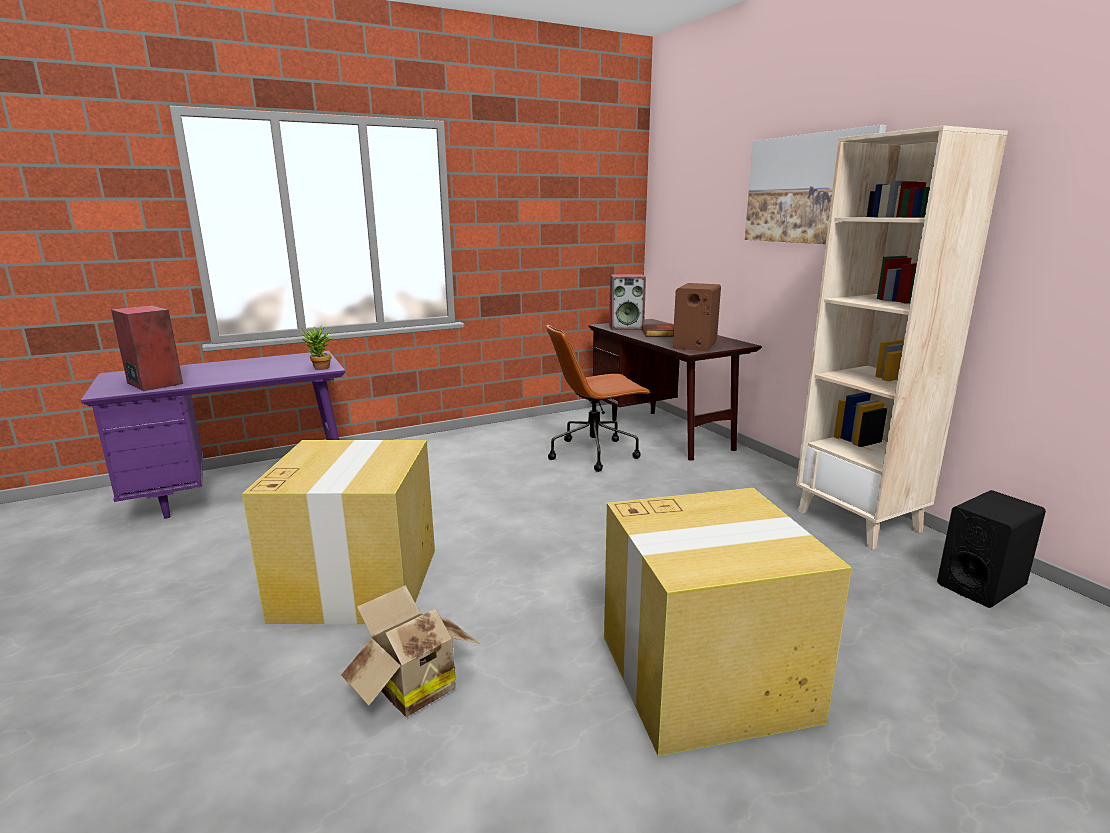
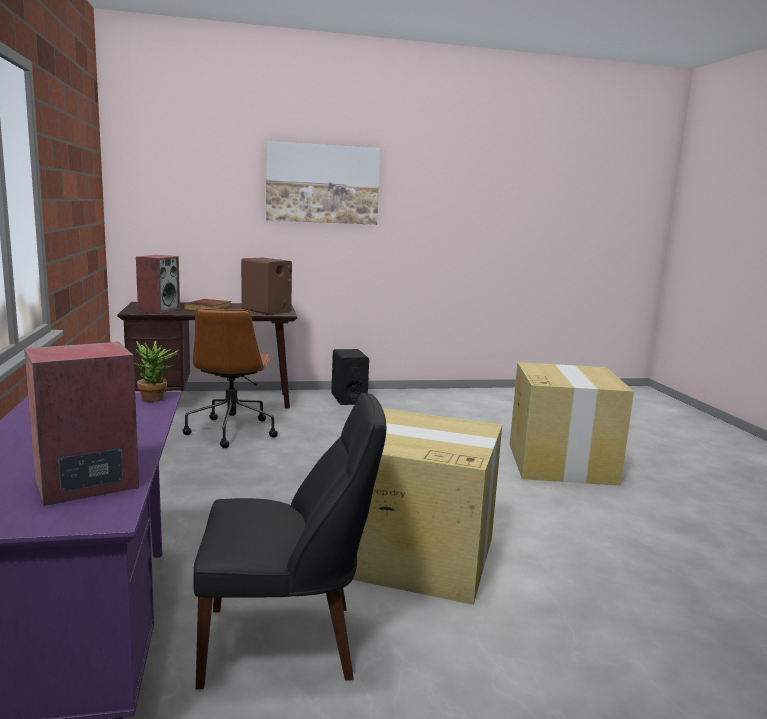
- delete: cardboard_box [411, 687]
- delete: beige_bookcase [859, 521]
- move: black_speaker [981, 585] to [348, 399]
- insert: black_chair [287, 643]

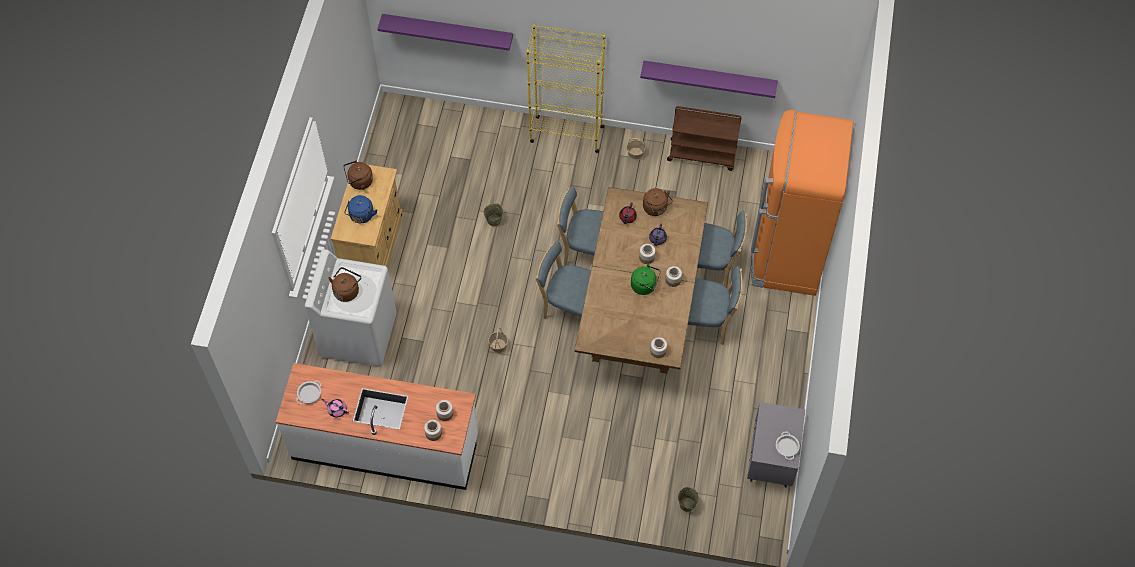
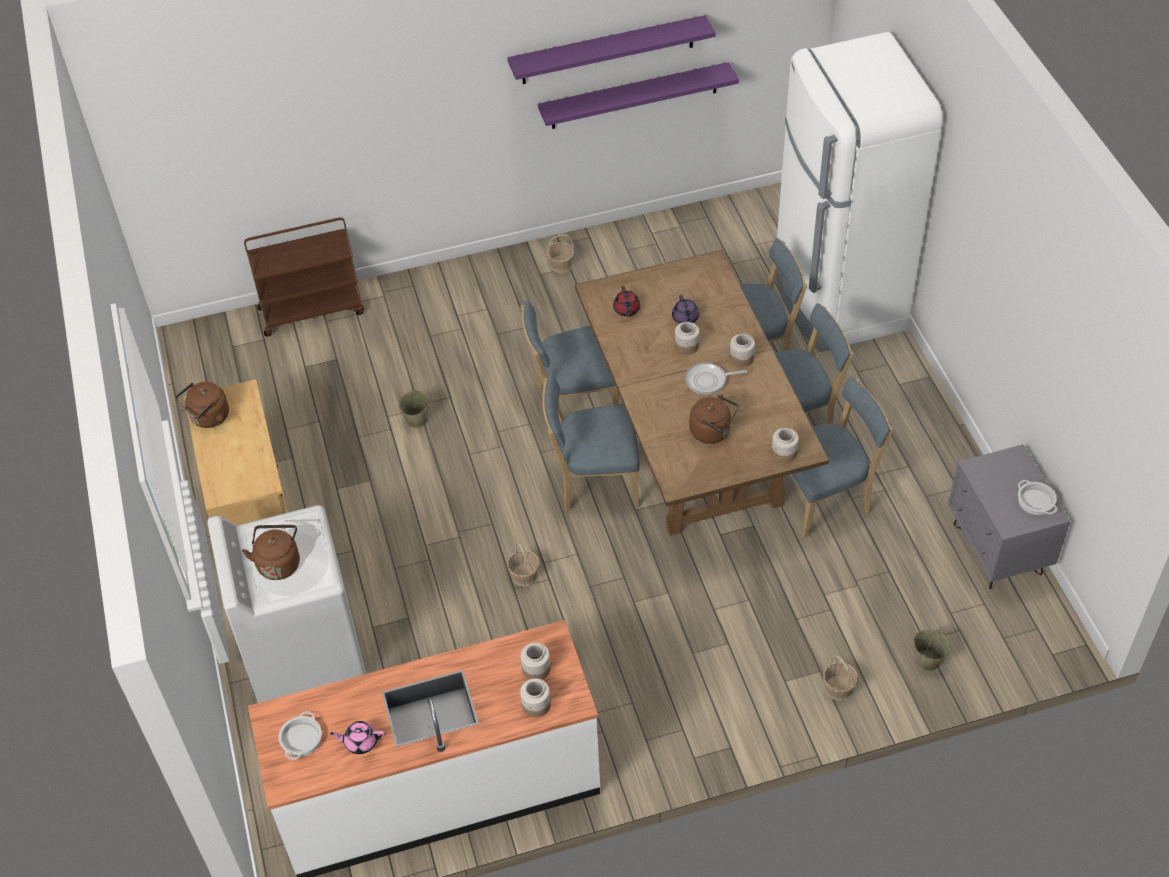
- delete: blue_kettle [361, 216]
- move: purple_shelf [448, 30] to [607, 50]
- delete: yellow_bookcase [566, 134]
- replace: green_kettle [645, 286] to frying_pan [708, 381]
- move: brown_kettle [656, 208] to [712, 432]
- move: brown_cart [702, 154] to [312, 310]
- recolor: orange_fridge [786, 255] to white_fridge [837, 299]
- insert: blue_chair [825, 498]
- insert: basket [838, 688]

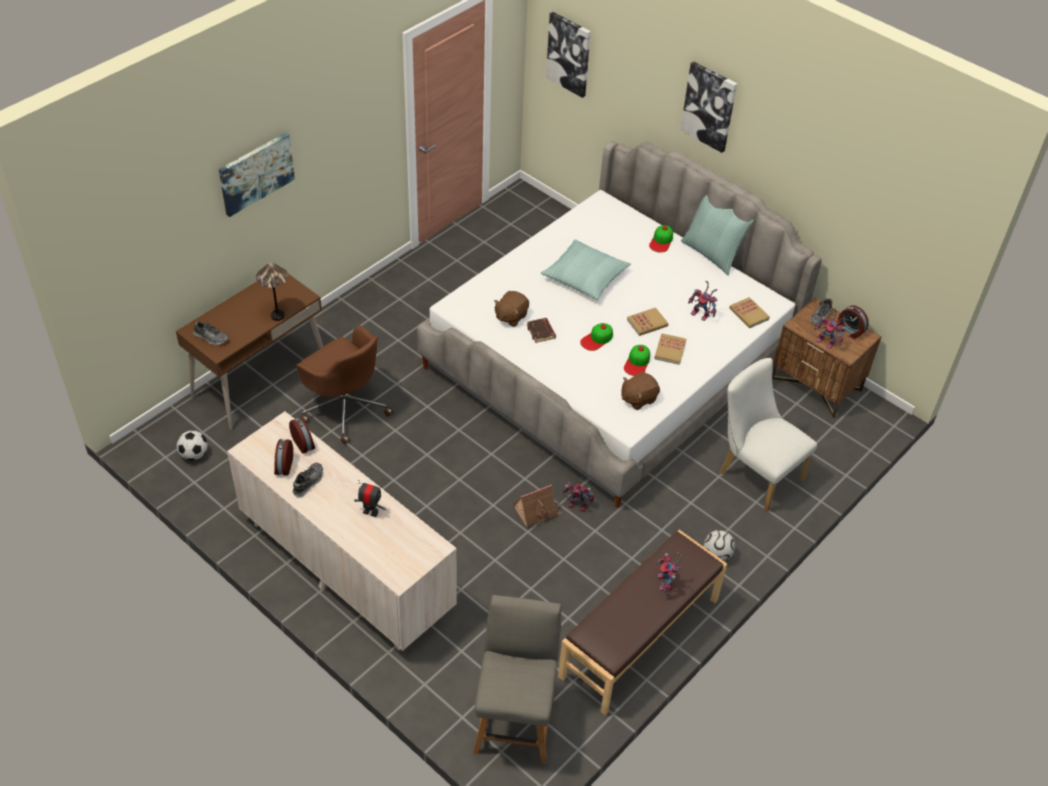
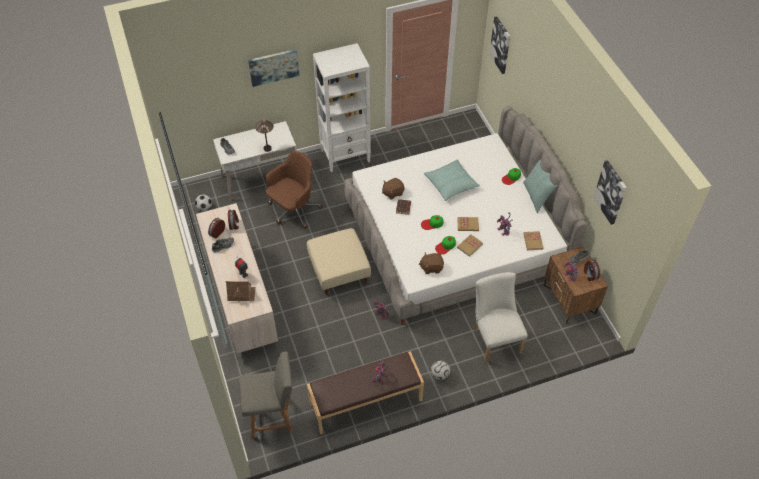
- recolor: brown_desk [260, 380] to white_desk [260, 179]
- rotate: brown_office_chair [345, 407] = [293, 210] 120 degrees counterclockwise
- rotate: grey_chair [515, 722] = [272, 416] 45 degrees clockwise
- move: toy_house [537, 511] to [241, 294]
- move: picture [709, 106] to [611, 192]
- insert: beige_ottoman [339, 271]
- insert: white_bookcase [346, 156]

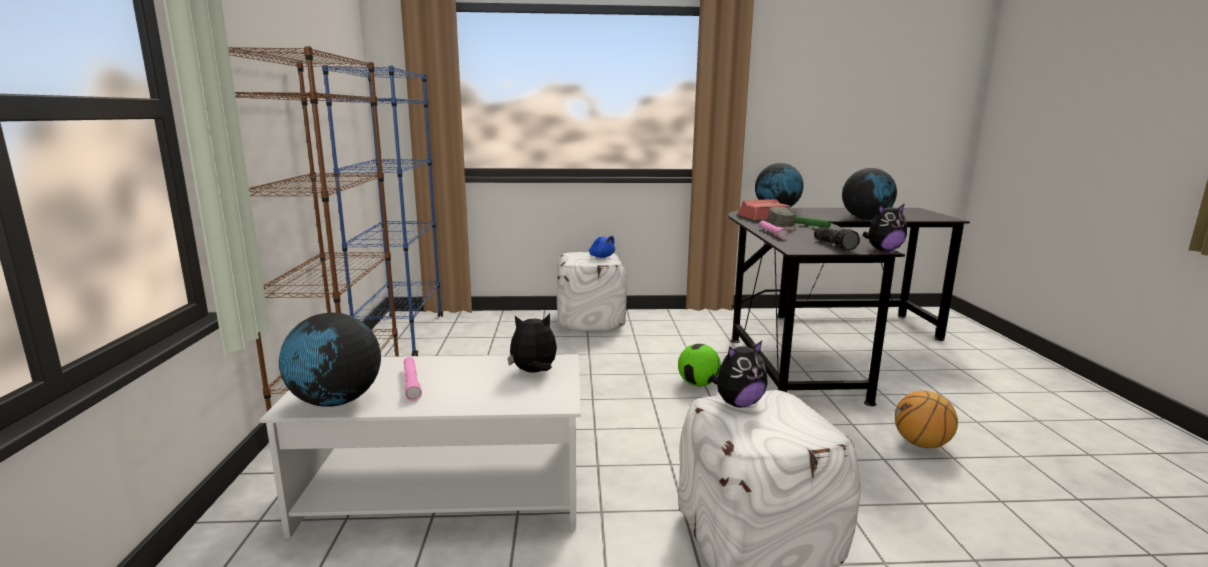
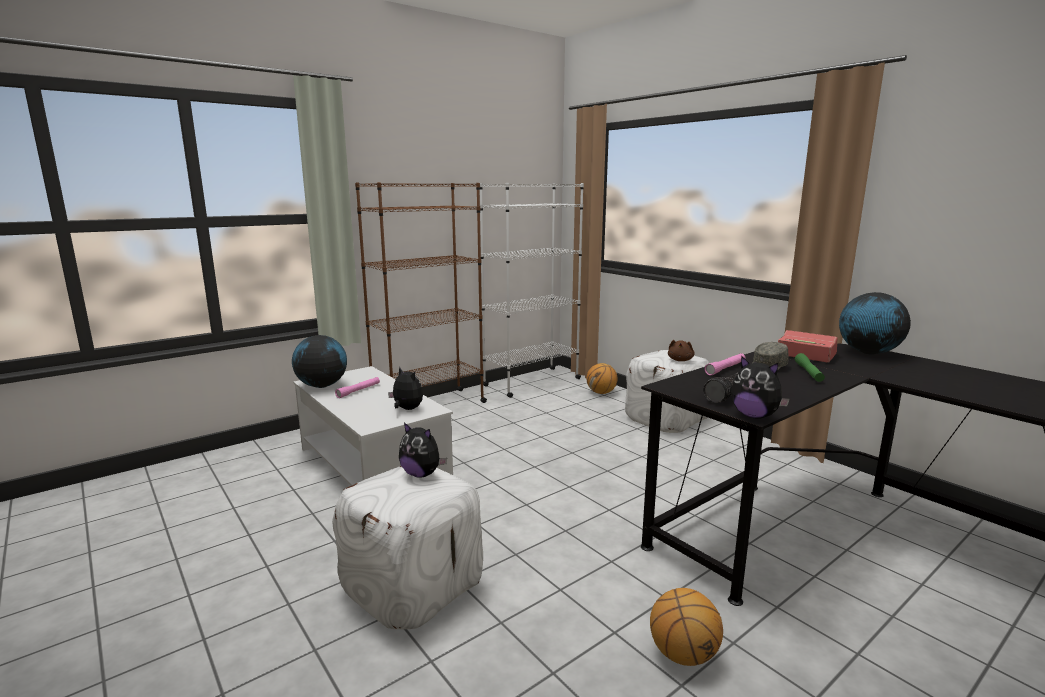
- recolor: blue_bookcase [402, 335] to white_bookcase [531, 382]
- recolor: blue_plush_toy [601, 257] to brown_plush_toy [680, 360]
- delete: football [698, 384]
- delete: globe [866, 218]
- insert: basketball [601, 393]

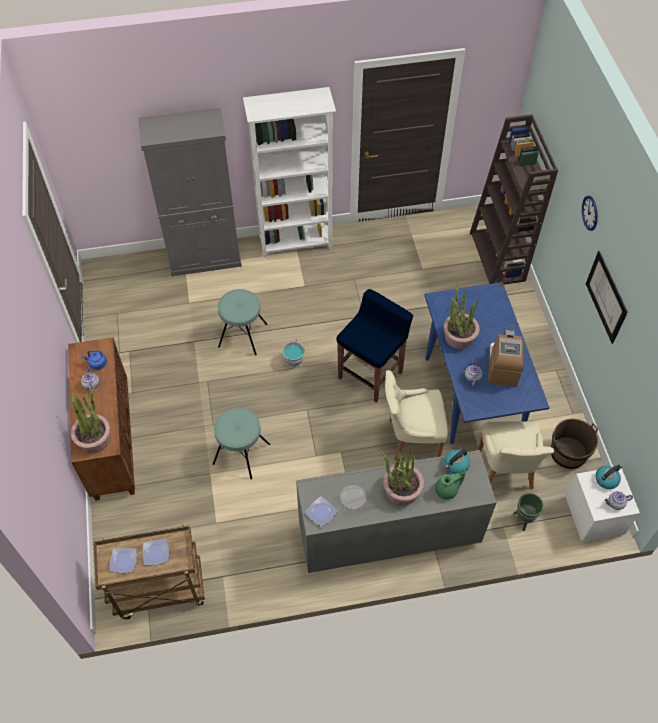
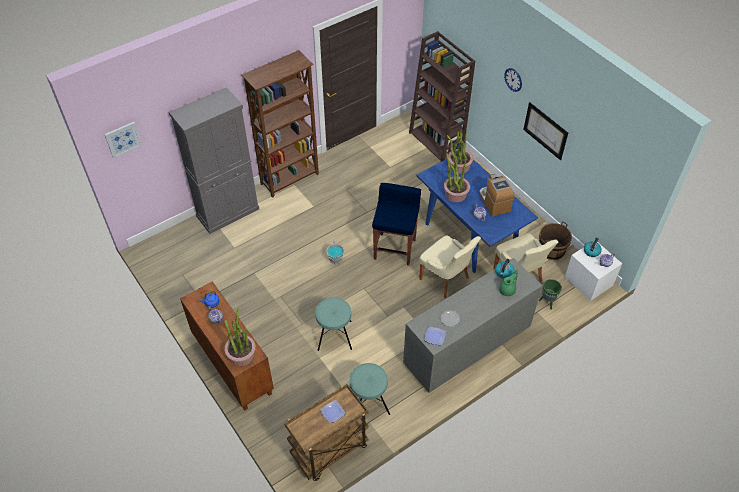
- delete: plate [123, 560]
- move: turquoise_stool [243, 335] to [368, 401]
- recolor: white_bookcase [296, 243] to brown_bookcase [290, 179]
- move: potted_plant [401, 490] to [459, 166]
- rotate: beige_chair [411, 438] = [446, 279] 105 degrees counterclockwise
- insert: picture [123, 139]

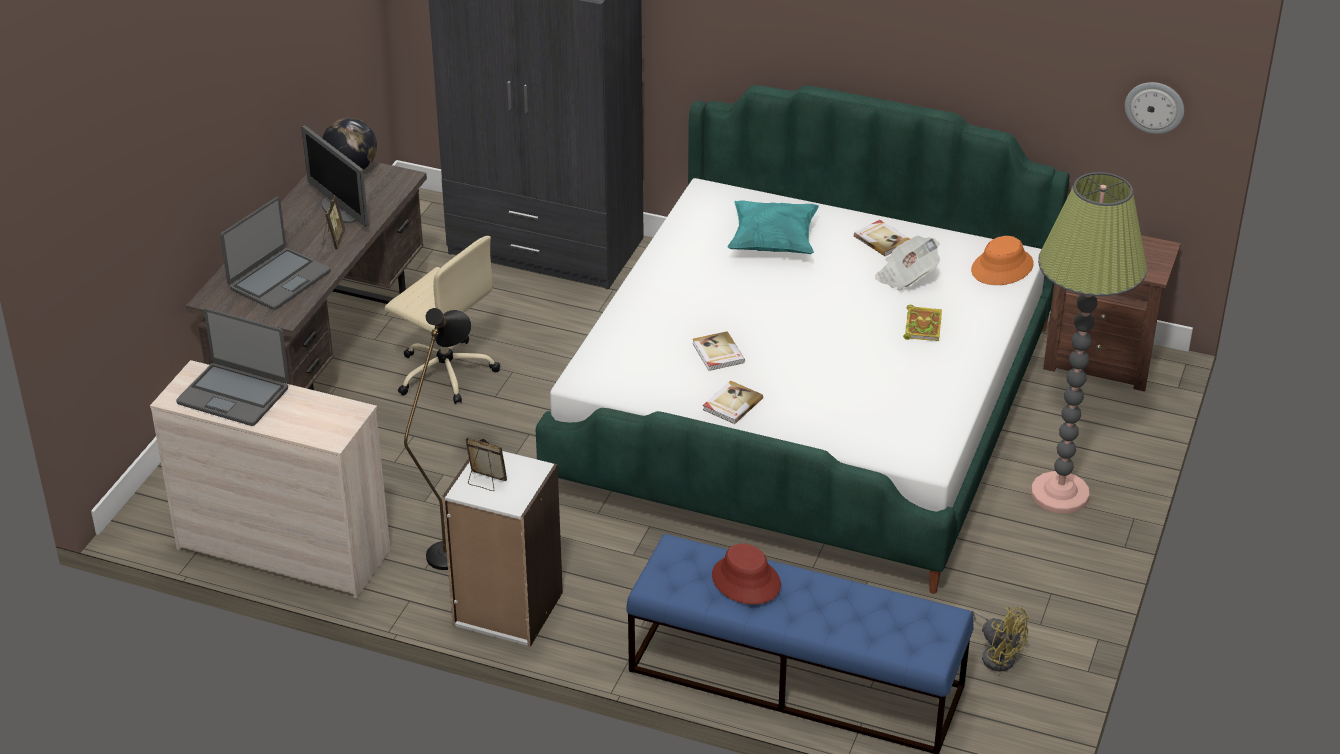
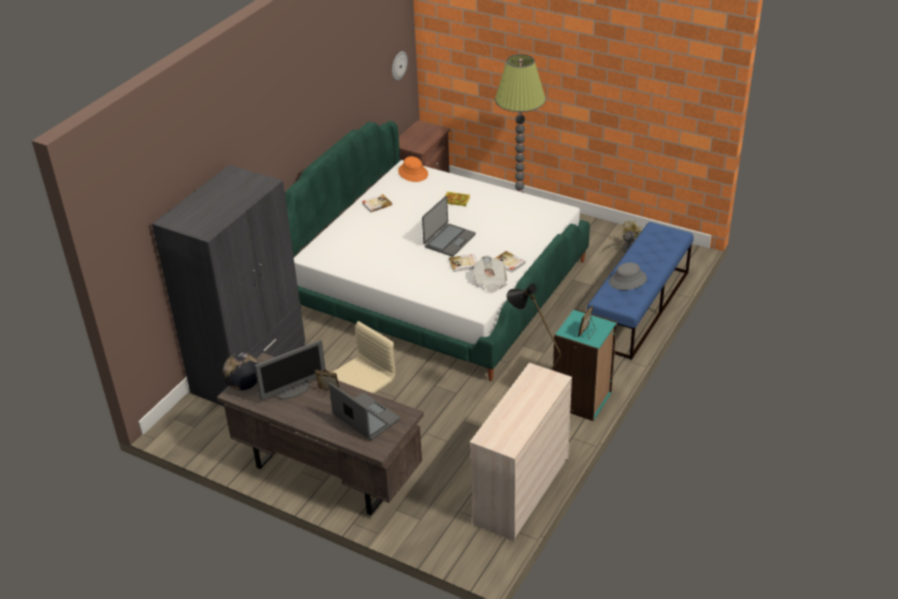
- move: laptop [234, 395] to [449, 240]
- recolor: white_bookcase [507, 609] to turquoise_bookcase [582, 400]
- recolor: red_hat [745, 581] to grey_hat [627, 280]
- delete: turquoise_pillow [773, 243]
- move: newspaper [906, 276] to [490, 282]

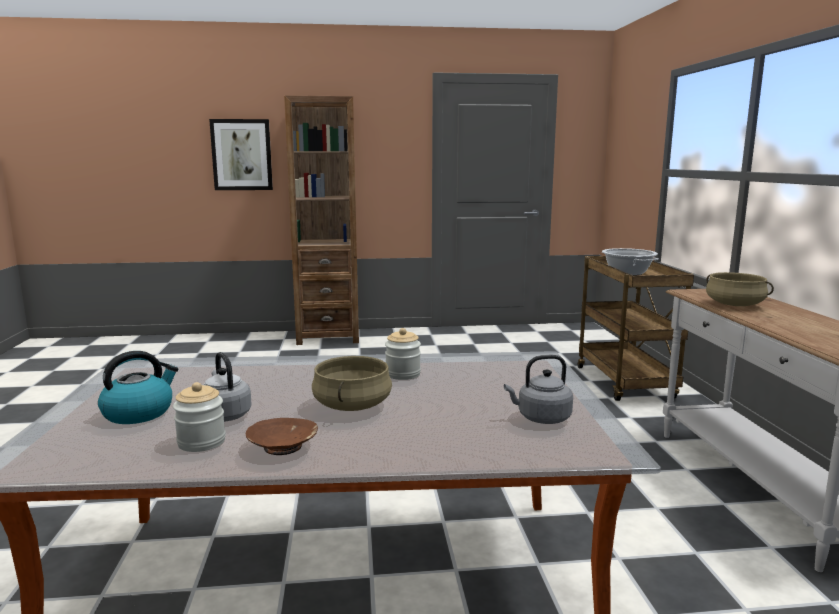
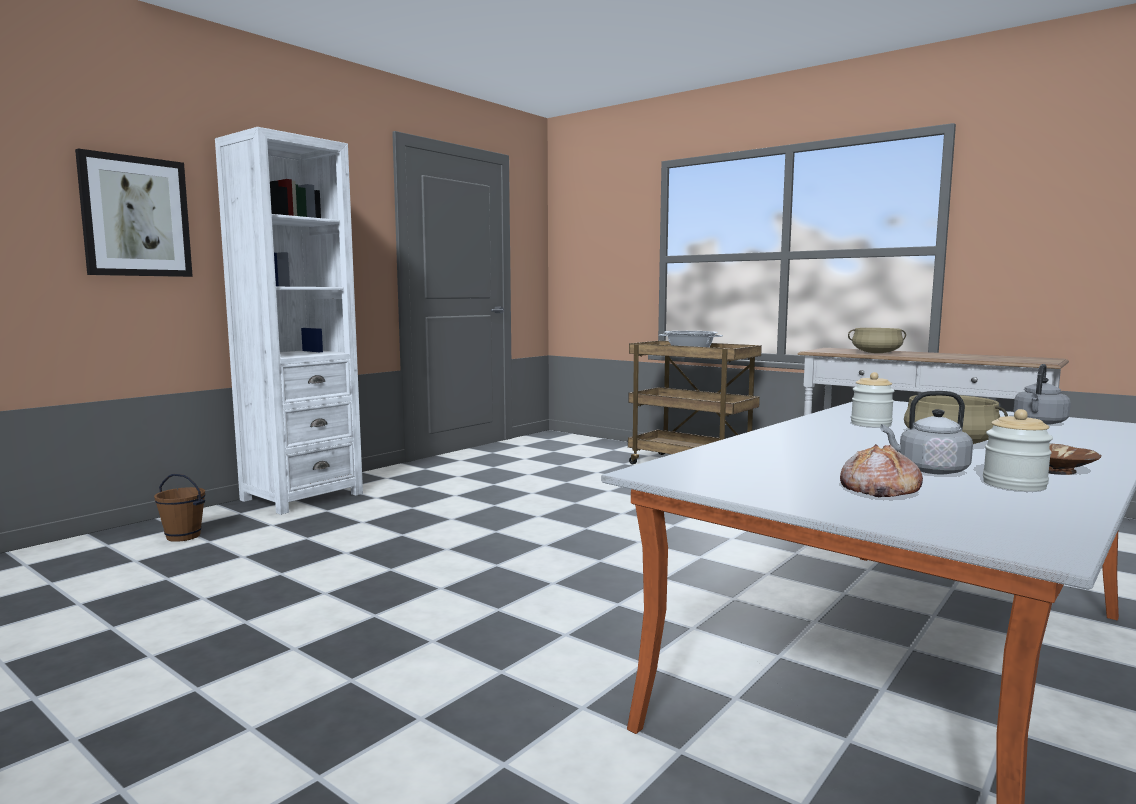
- replace: kettle [139, 413] to bread [878, 489]
- recolor: brown_bookcase [328, 336] to white_bookcase [302, 497]
- insert: brown_bucket [184, 536]

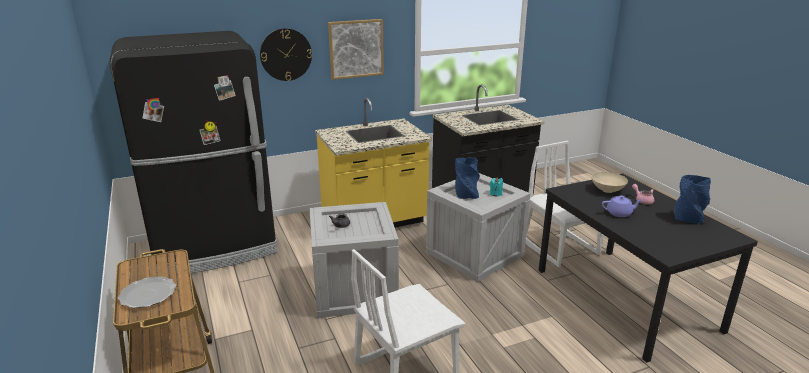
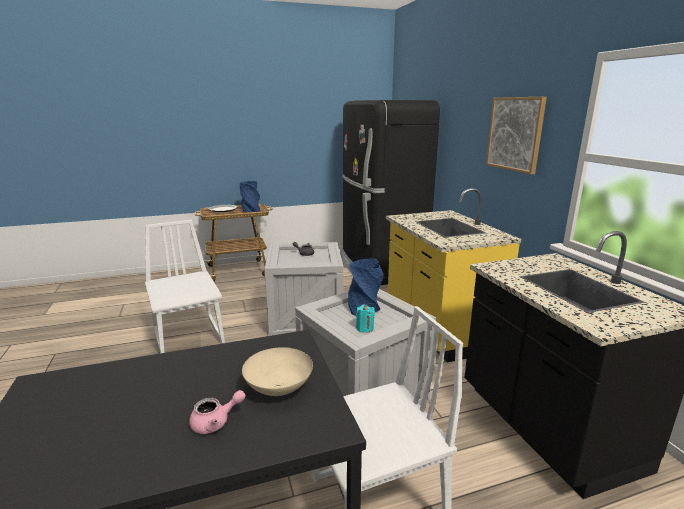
- delete: wall_clock [286, 54]
- delete: purple_teapot [619, 213]
- move: blue_vase [688, 218] to [250, 210]

